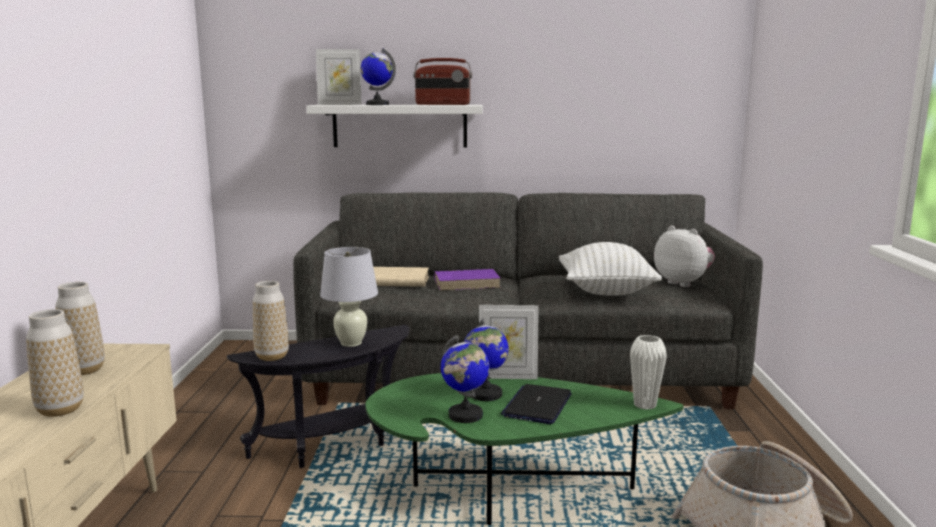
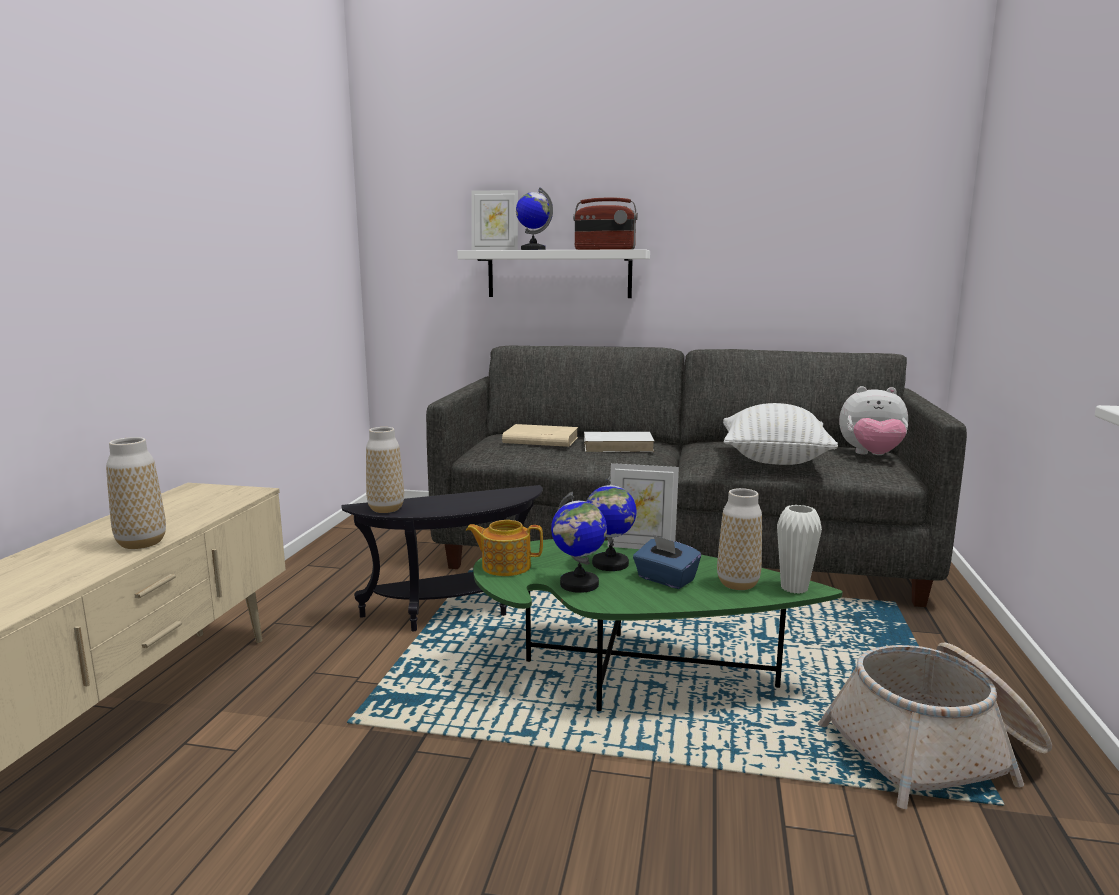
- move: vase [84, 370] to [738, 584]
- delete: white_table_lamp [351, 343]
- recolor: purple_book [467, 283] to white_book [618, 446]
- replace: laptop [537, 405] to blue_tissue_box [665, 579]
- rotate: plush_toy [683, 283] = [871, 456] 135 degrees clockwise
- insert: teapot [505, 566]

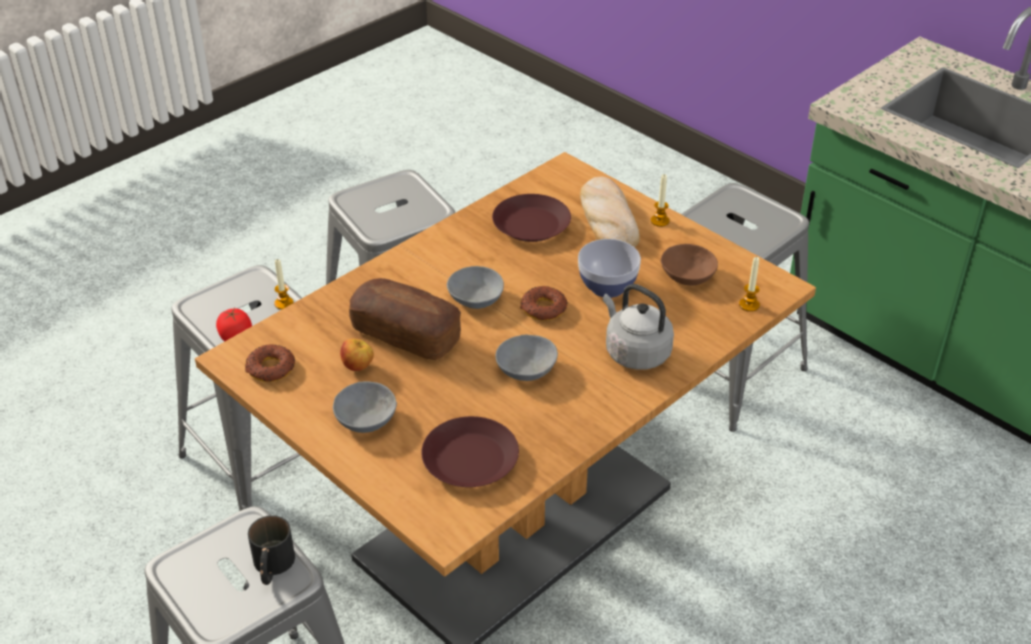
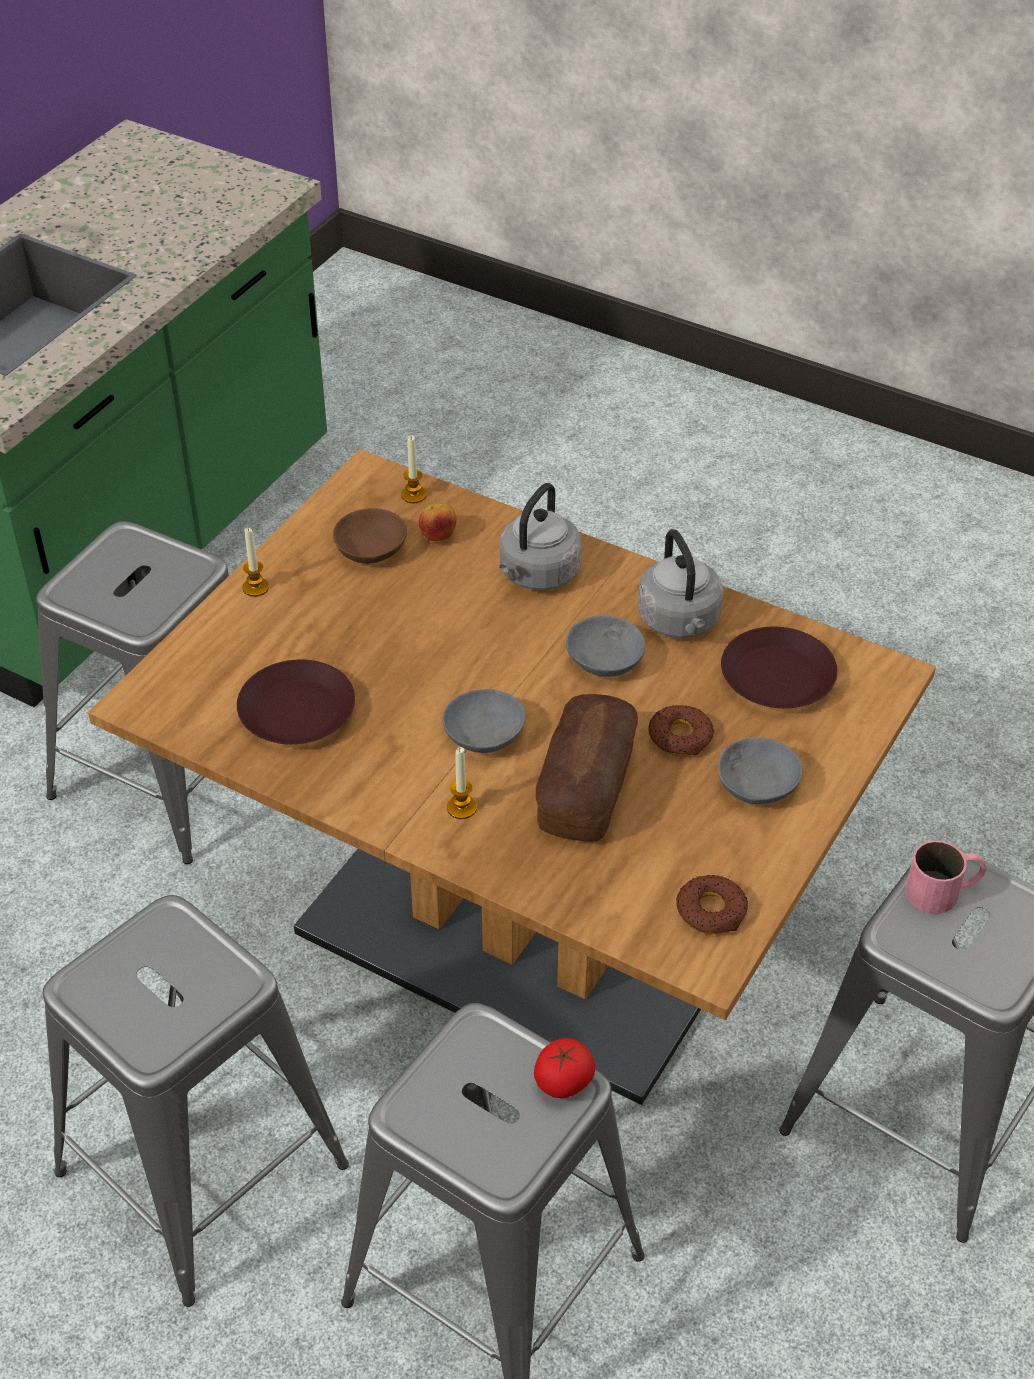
- recolor: black_mug [272, 567] to pink_mug [944, 891]
- move: candle [284, 303] to [461, 808]
- move: apple [358, 367] to [438, 536]
- move: donut [543, 308] to [680, 737]
- delete: bowl [607, 286]
- delete: bread [607, 219]
- insert: grey_kettle [680, 622]

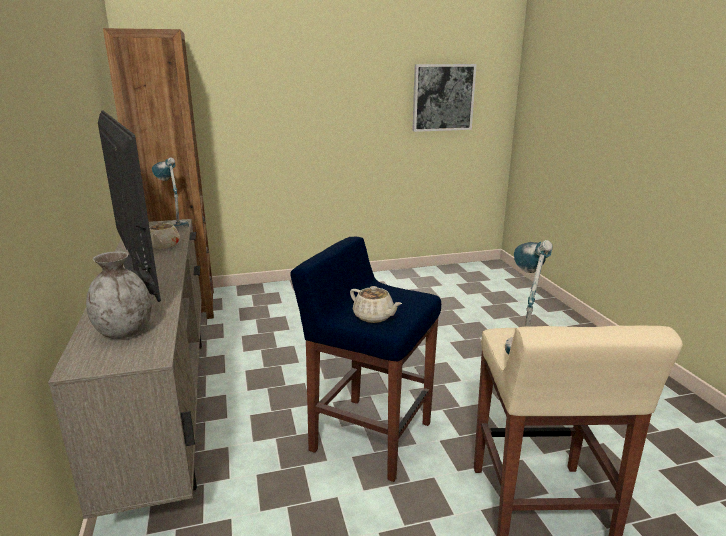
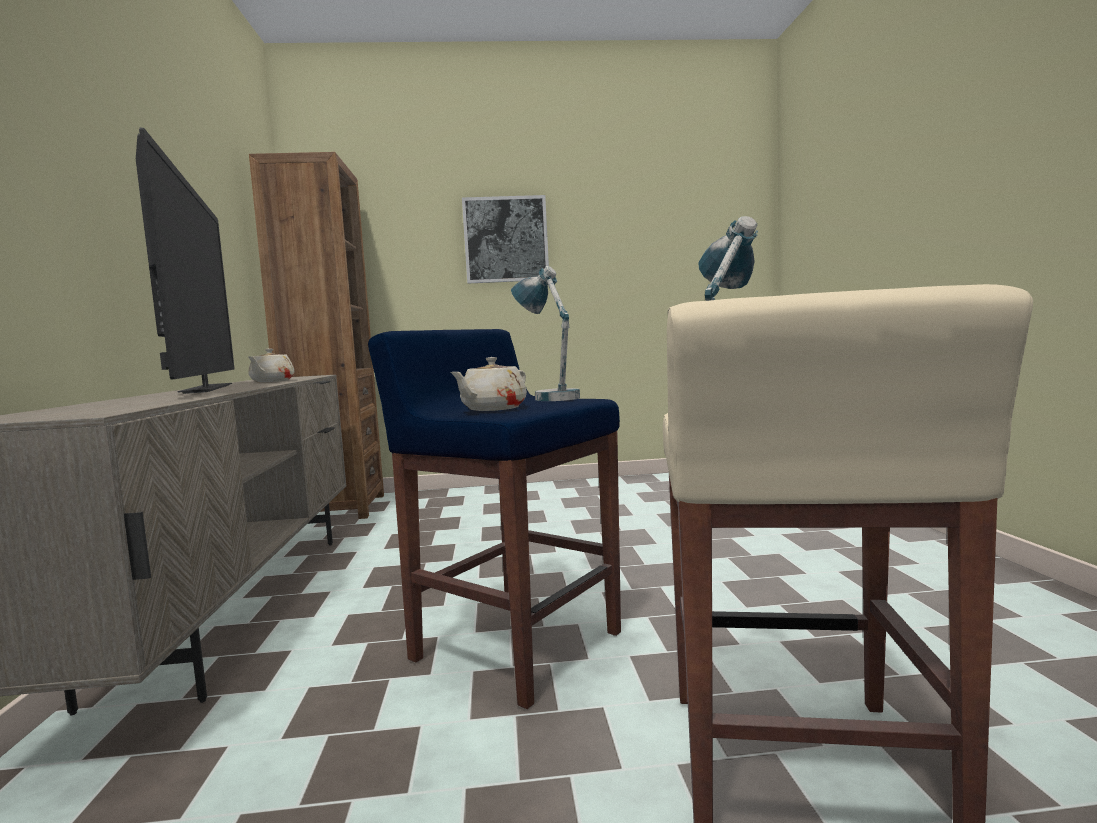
- delete: grey_vase [125, 332]
- move: table_lamp [174, 224] to [549, 397]
- rotate: beige_teapot [374, 317] = [493, 409] 75 degrees clockwise
- move: picture [443, 97] to [506, 240]

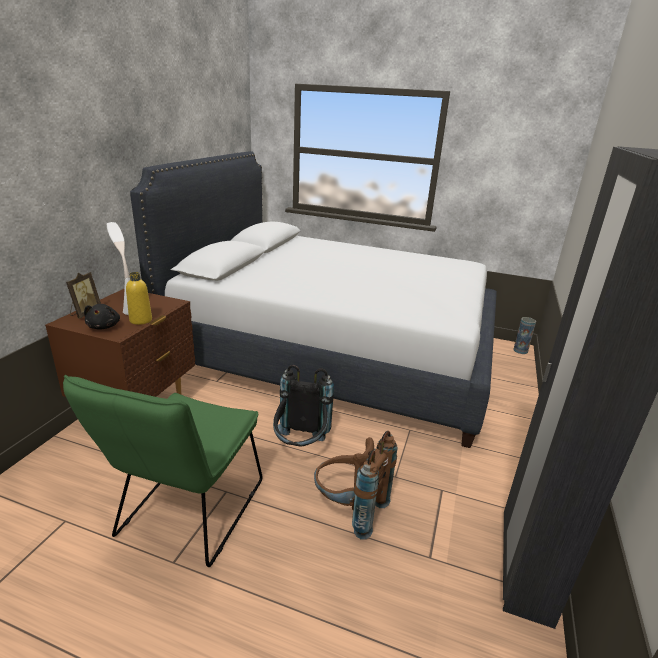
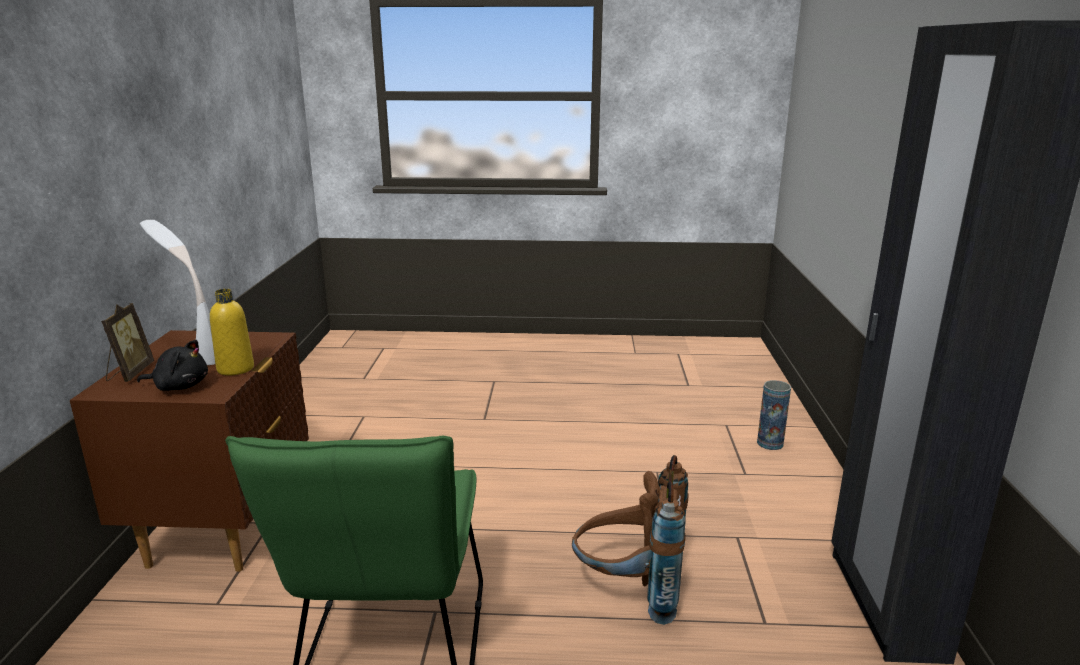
- rotate: black_plush_toy [104, 326] = [179, 386] 60 degrees counterclockwise
- delete: white_bed [335, 352]
- delete: black_backpack [300, 447]
- move: vase [520, 350] to [770, 443]

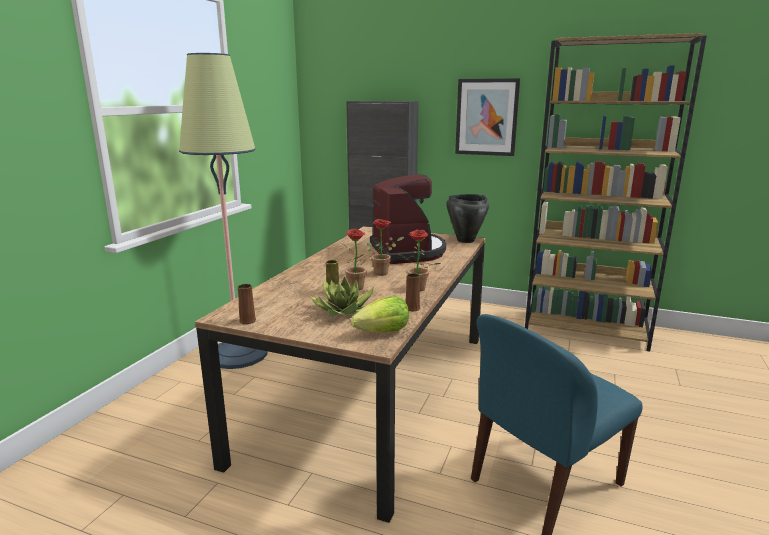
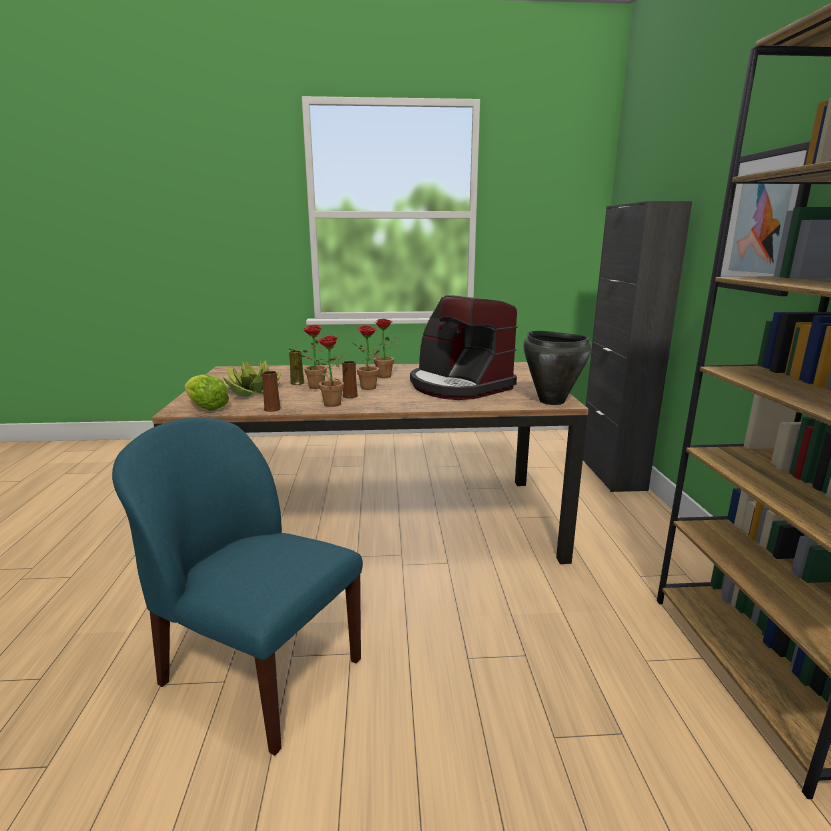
- delete: floor_lamp [238, 354]
- move: brown_vase [247, 321] to [350, 396]
- rotate: coffee_machine [408, 251] = [458, 386] 90 degrees clockwise
- insert: potted_plant [385, 375]

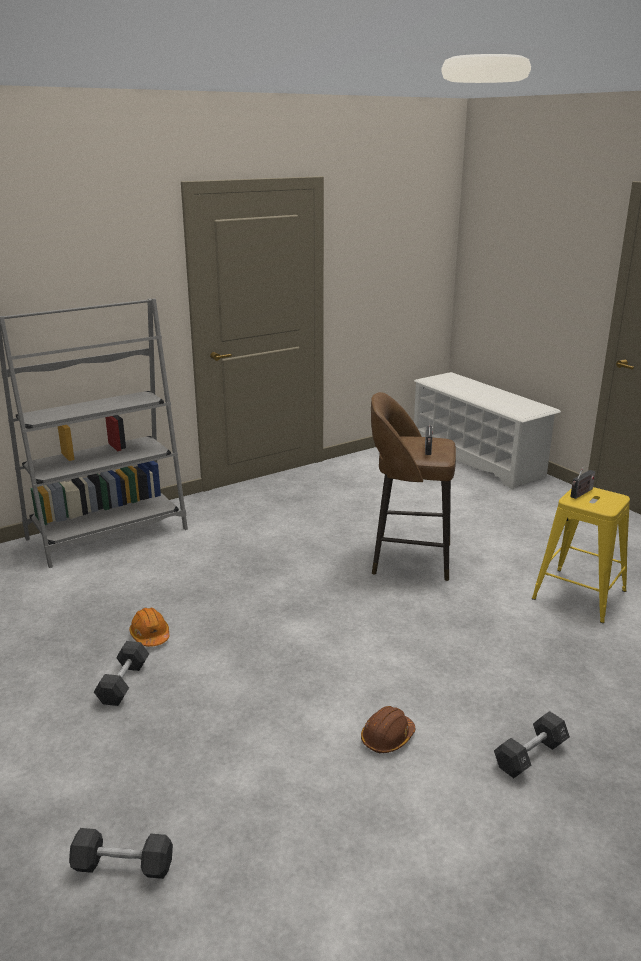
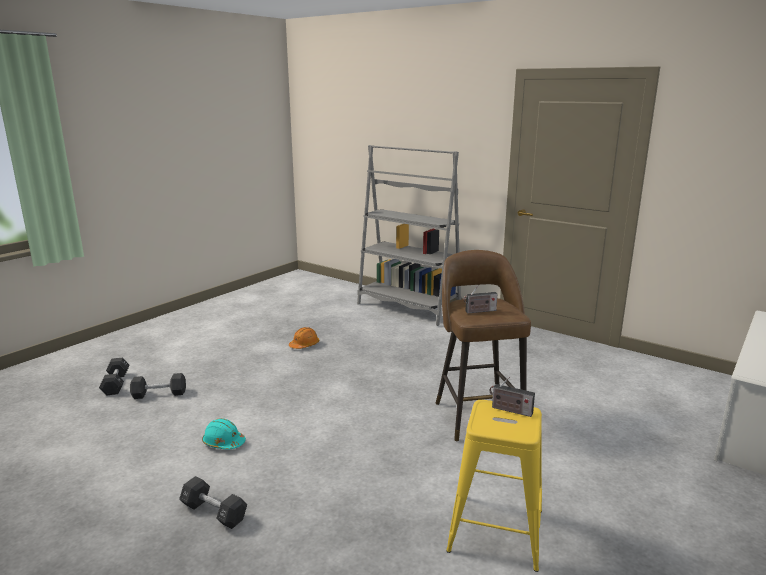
- move: black_dumbbell [123, 683] to [159, 394]
- recolor: brown_hard_hat [387, 738] to turquoise_hard_hat [223, 443]

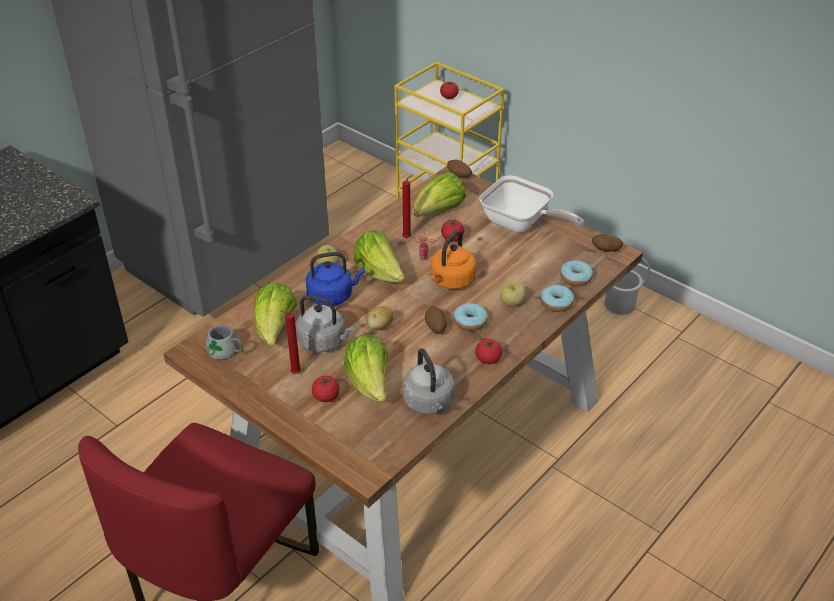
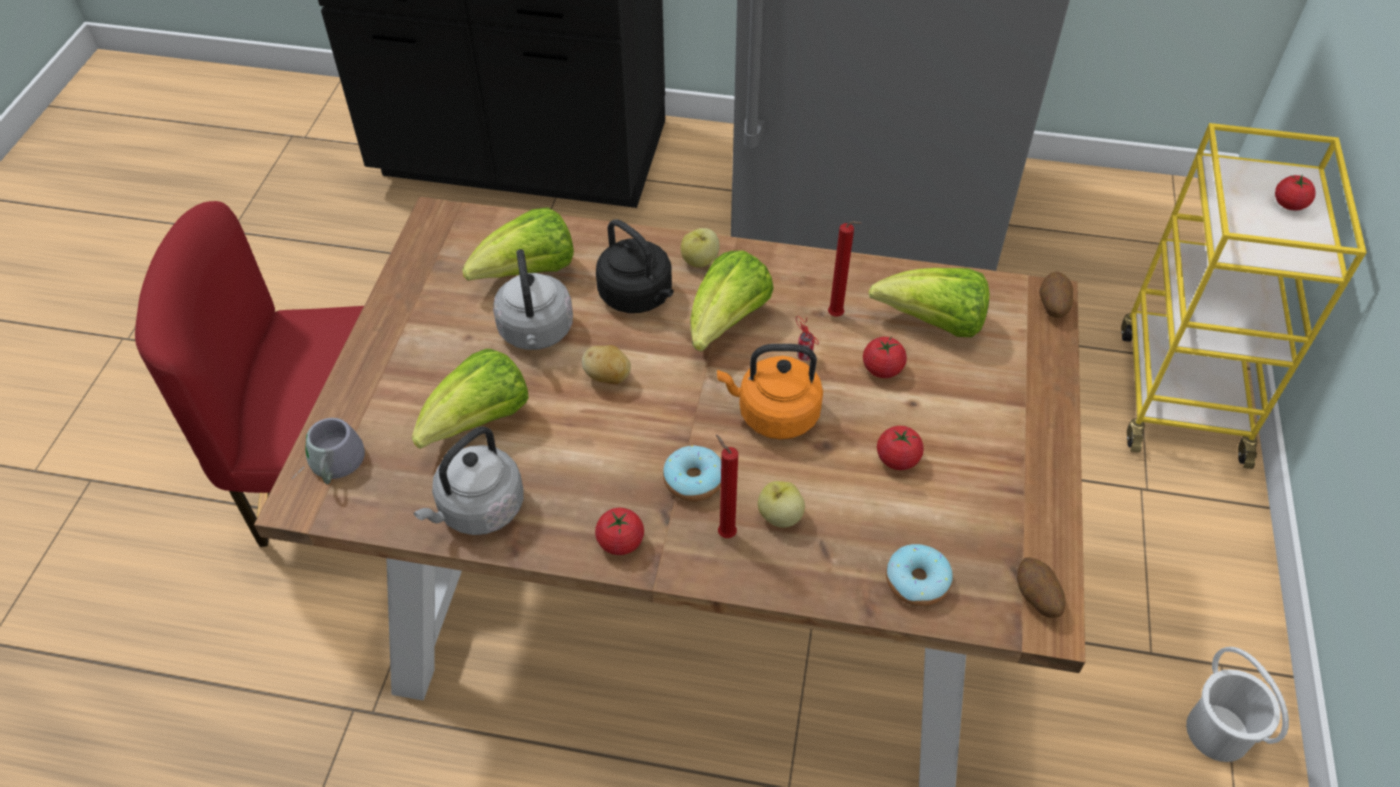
- move: grey_mug [225, 353] to [330, 465]
- move: red_candle [294, 373] to [724, 532]
- recolor: blue_kettle [333, 296] to black_kettle [638, 297]
- move: tomato [326, 397] to [897, 459]
- delete: potato [435, 327]
- delete: frying_pan [521, 224]
- delete: donut [556, 303]

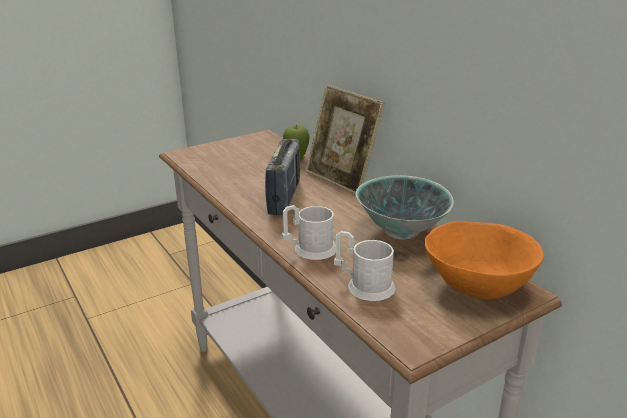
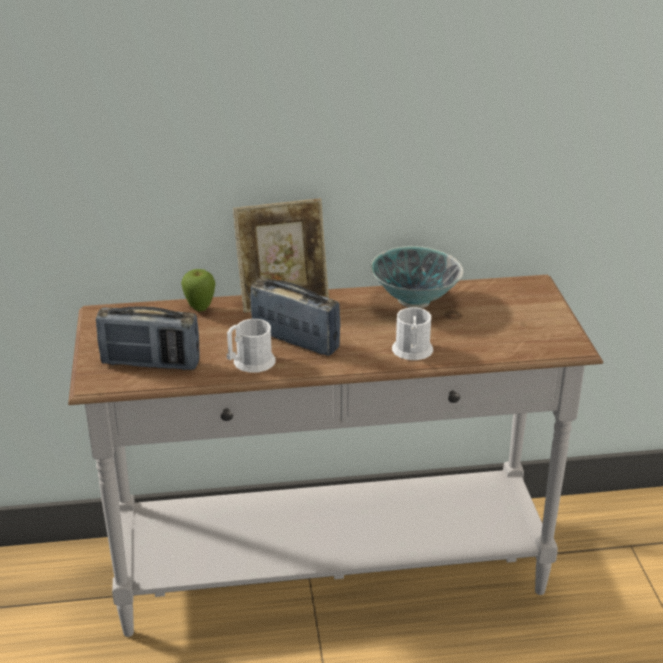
- move: white_mug [364, 285] to [249, 363]
- delete: orange_bowl [479, 284]
- insert: radio [150, 363]

